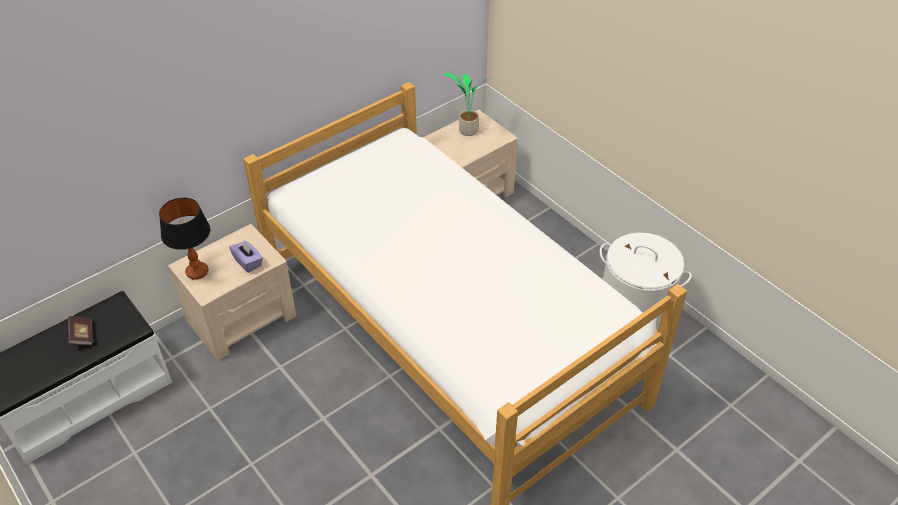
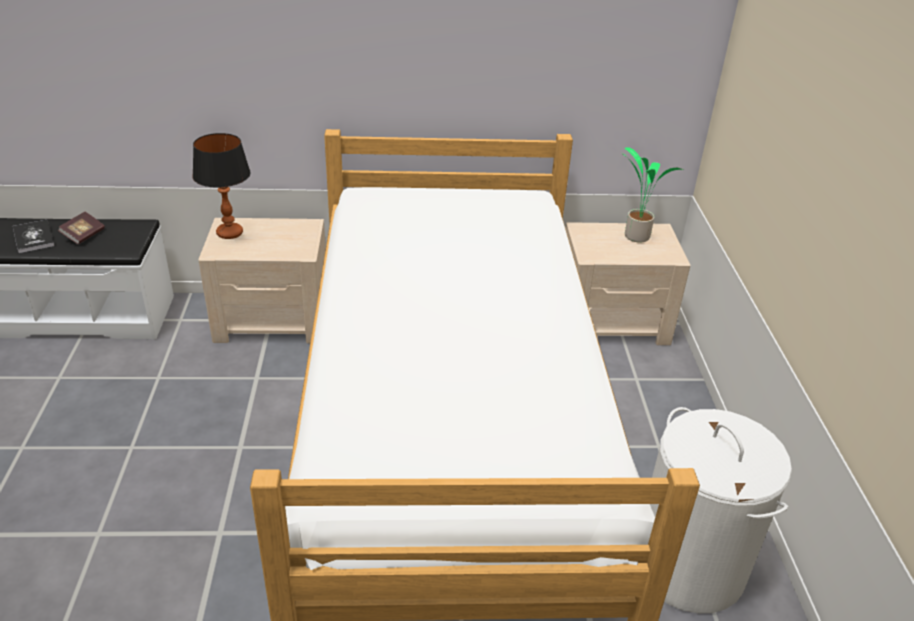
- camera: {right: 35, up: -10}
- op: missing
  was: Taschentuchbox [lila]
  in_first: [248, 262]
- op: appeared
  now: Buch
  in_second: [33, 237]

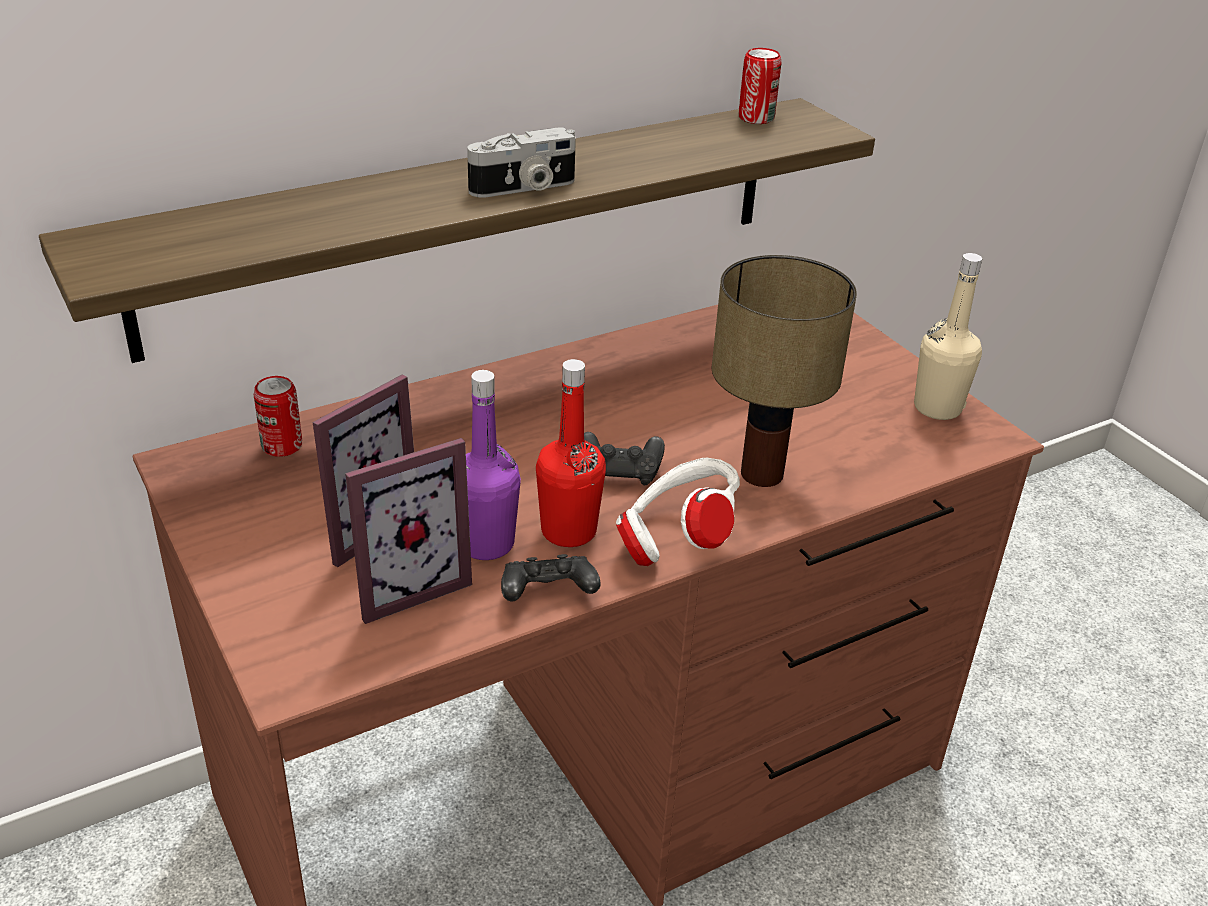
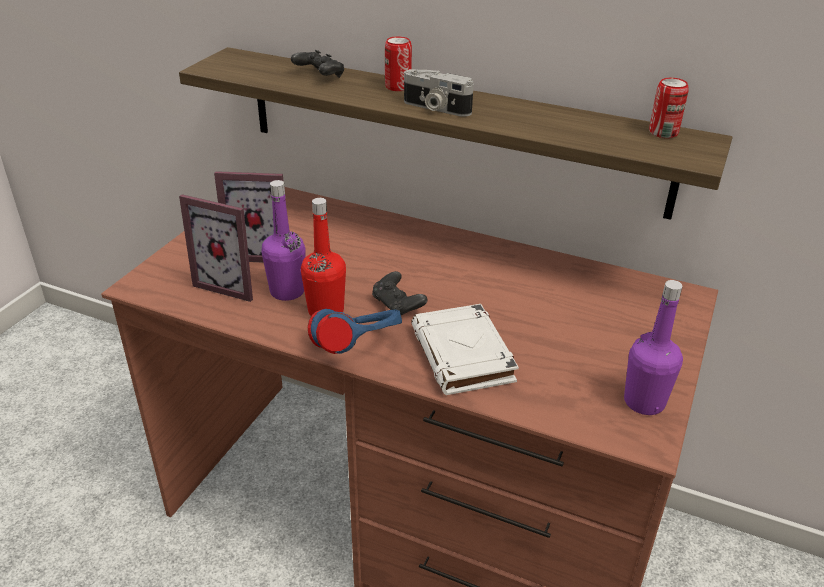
- camera: {right: 55, up: 0}
- op: relocated
  was: Dose
  in_first: [282, 446]
  in_second: [398, 87]
- op: relocated
  was: Gamepad [schwarz]
  in_first: [547, 595]
  in_second: [319, 76]
- op: exchanged
  was: Tischlampe
  now: Buch [weiß]
  in_first: [764, 473]
  in_second: [463, 356]
- op: colour
  was: Kopfhörer [weiß]
  now: Kopfhörer [blau]
  in_first: [677, 542]
  in_second: [357, 350]
- op: colour
  was: Flasche [beige]
  now: Flasche [lila]
  in_first: [937, 408]
  in_second: [644, 402]

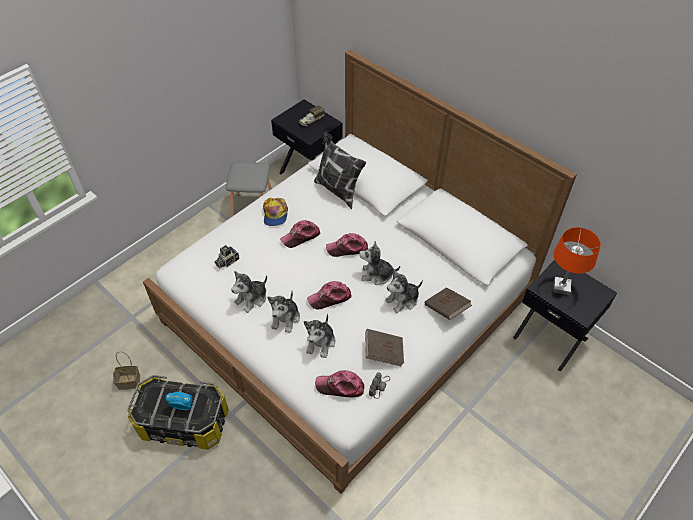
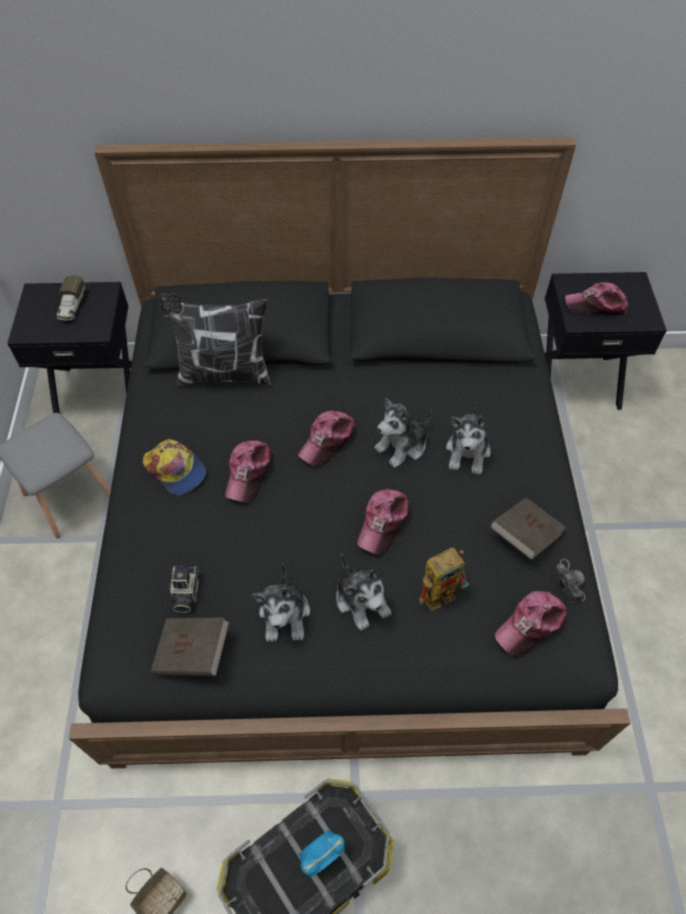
- camera: {right: -45, up: 5}
- op: relocated
  was: Buch [braun]
  in_first: [446, 309]
  in_second: [193, 653]
- op: exchanged
  was: Plüschtier
  now: Spielzeugroboter
  in_first: [321, 342]
  in_second: [442, 590]
- op: exchanged
  was: Tischlampe [orange]
  now: Kappe
  in_first: [561, 287]
  in_second: [596, 305]
- op: colour
  was: Bett [weiß]
  now: Bett [schwarz]
  in_first: [347, 309]
  in_second: [342, 527]

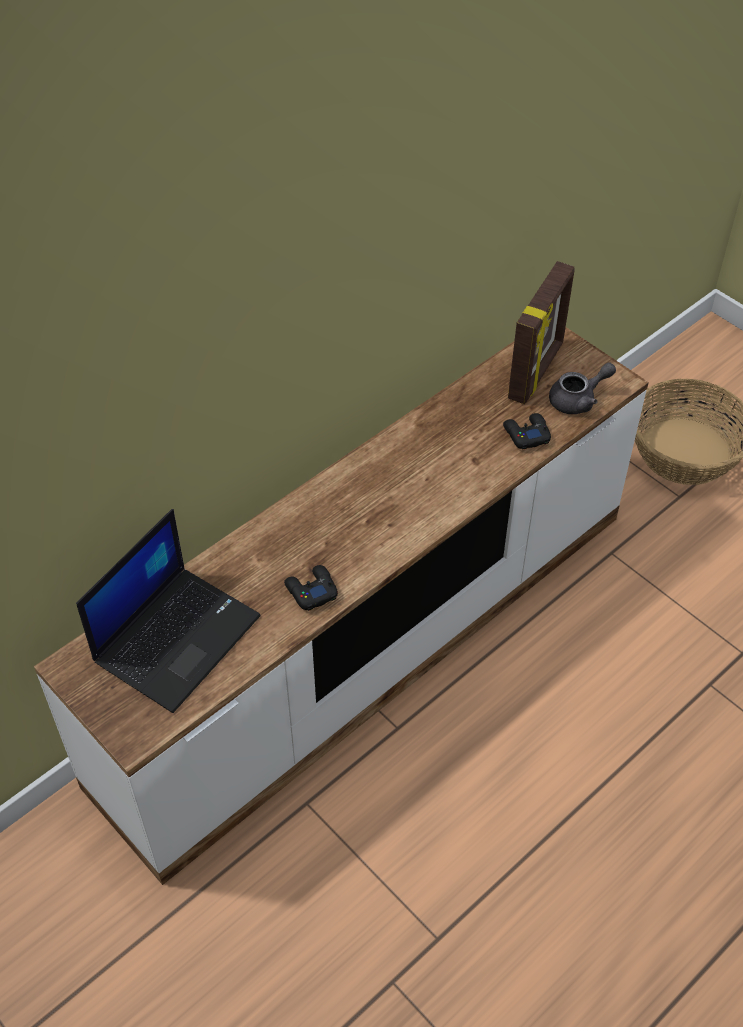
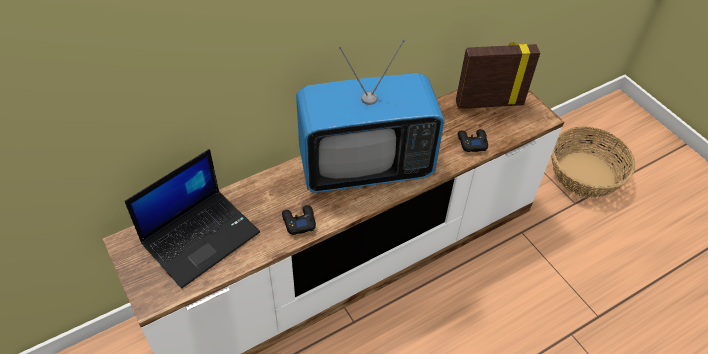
- camera: {right: 10, up: 0}
- op: missing
  was: Teekanne [grau]
  in_first: [578, 400]
- op: appeared
  now: Fernseher
  in_second: [365, 166]
- op: spun
  was: Bilderrahmen
  in_first: [537, 371]
  in_second: [489, 102]
  clockwise: -135

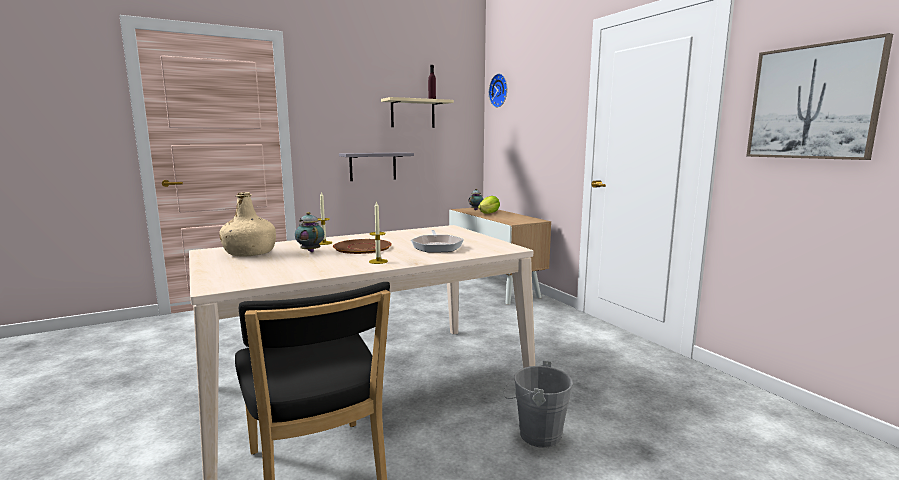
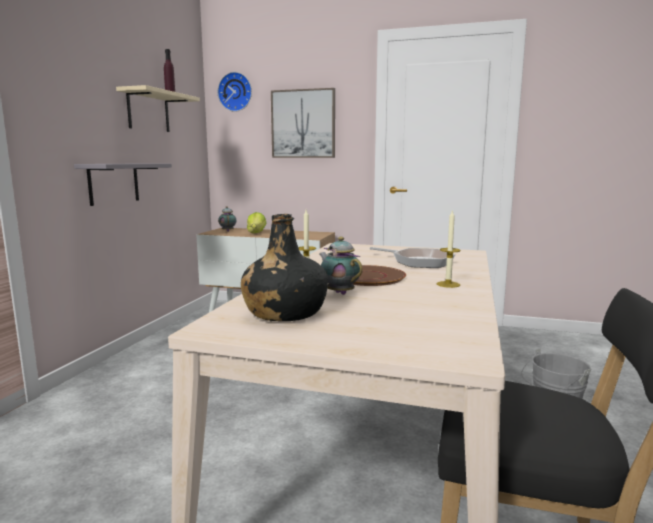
- camera: {right: -45, up: 0}
- op: relocated
  was: Bild
  in_first: [813, 102]
  in_second: [303, 124]
- op: colour
  was: Flasche [beige]
  now: Flasche [schwarz]
  in_first: [250, 253]
  in_second: [284, 313]
- op: spun
  was: Teekanne
  in_first: [310, 251]
  in_second: [339, 293]
  clockwise: 45

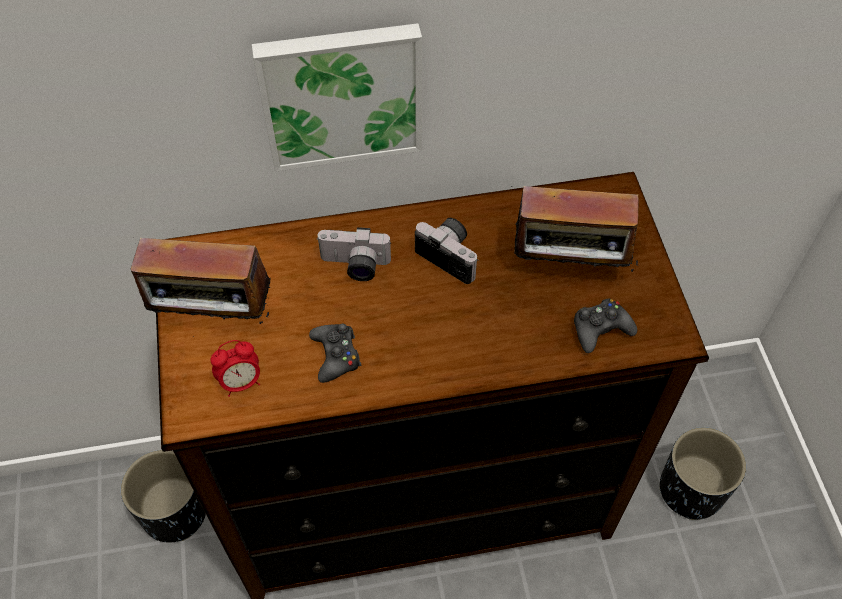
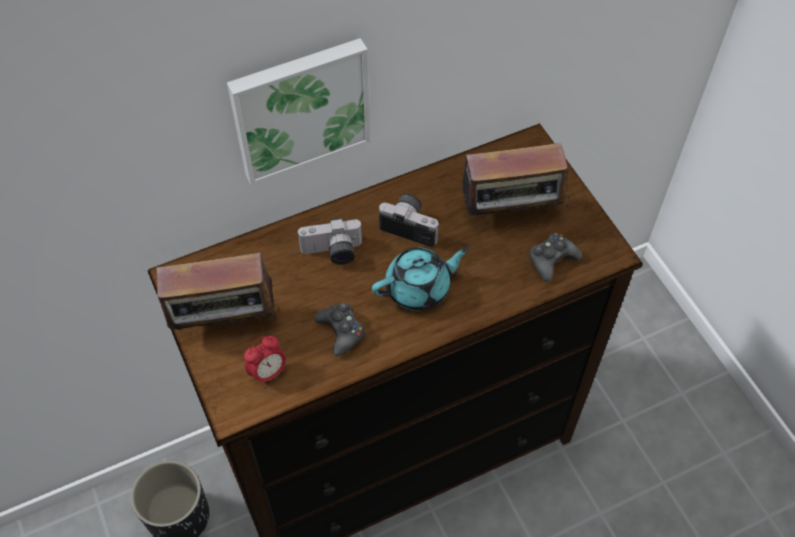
- camera: {right: -15, up: 0}
- op: missing
  was: Pflanzkübel [schwarz]
  in_first: [691, 490]
- op: appeared
  now: Teekanne [türkis]
  in_second: [419, 288]

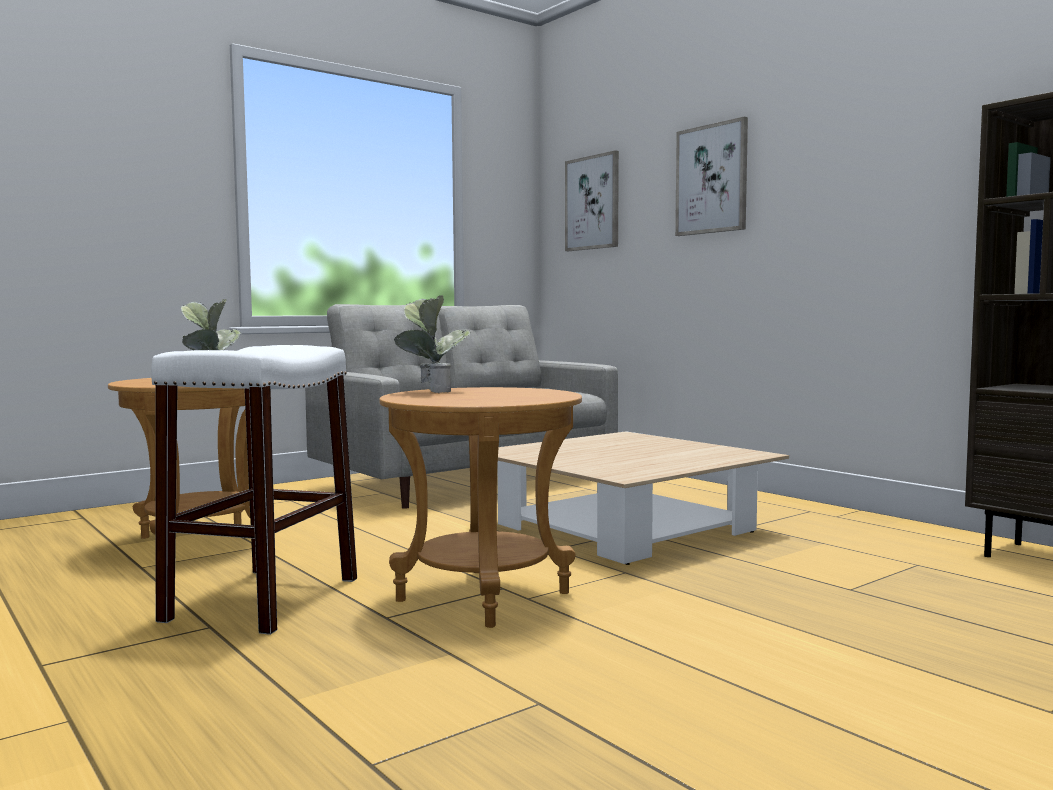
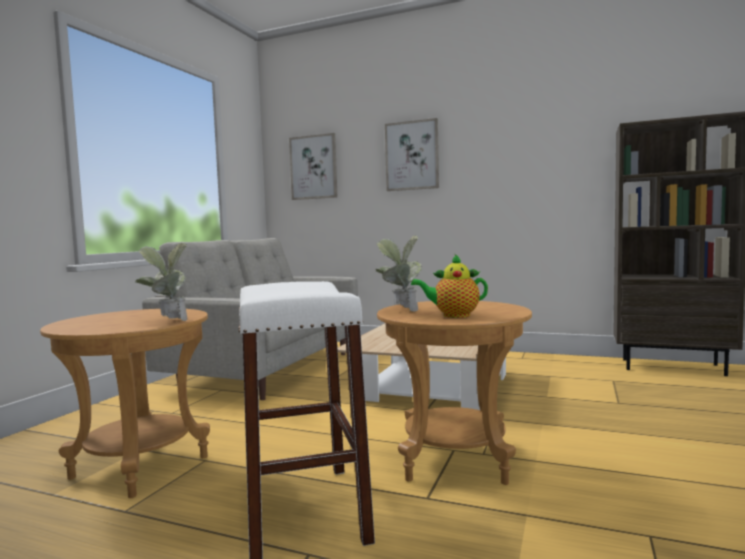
- camera: {right: -30, up: 0}
- op: appeared
  now: Teekanne
  in_second: [453, 315]

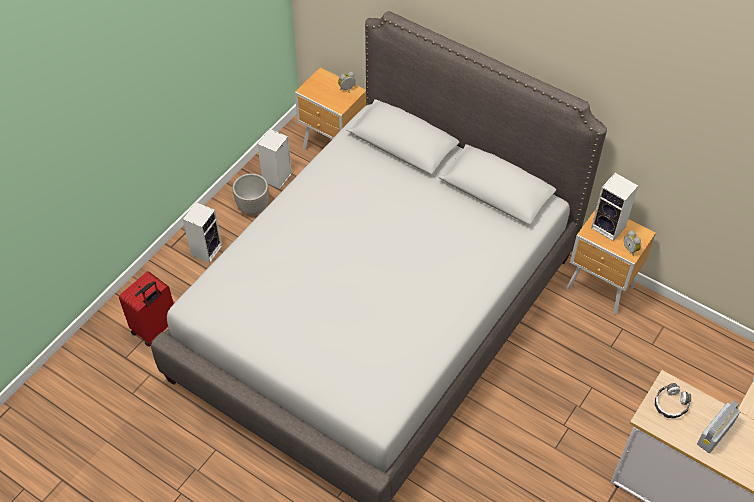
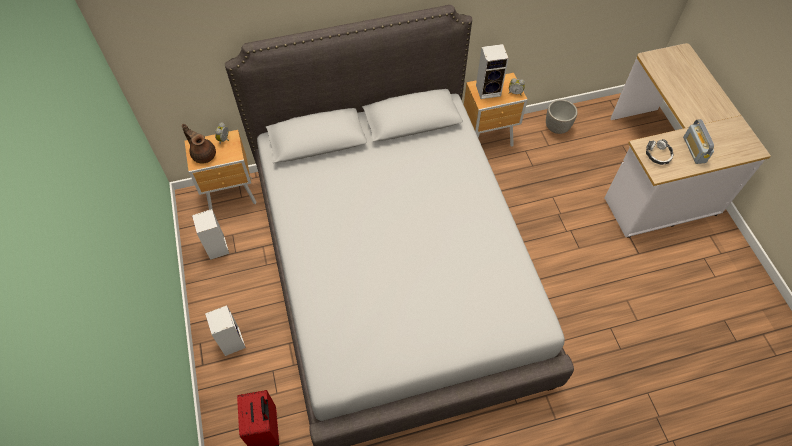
- camera: {right: -50, up: 5}
- op: appeared
  now: Teekanne [braun]
  in_second: [203, 154]
- op: relocated
  was: Pflanzkübel
  in_first: [253, 207]
  in_second: [557, 127]

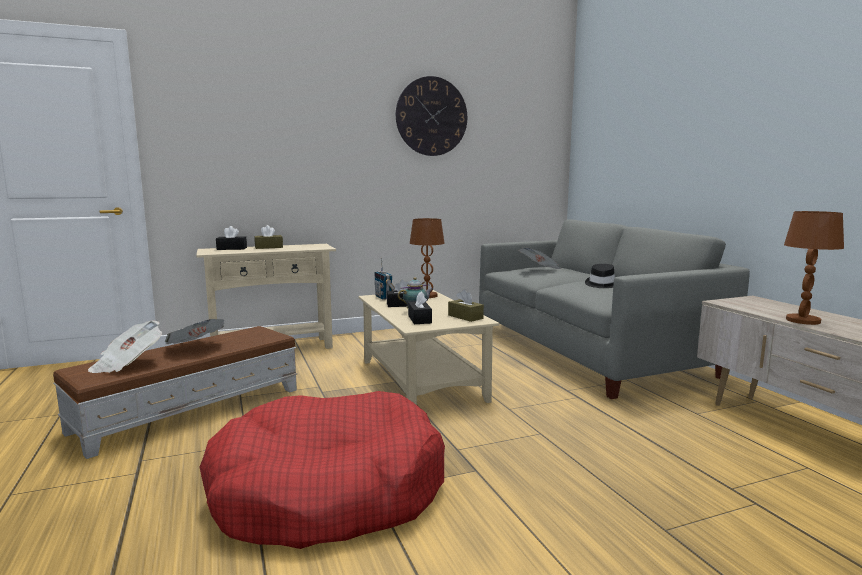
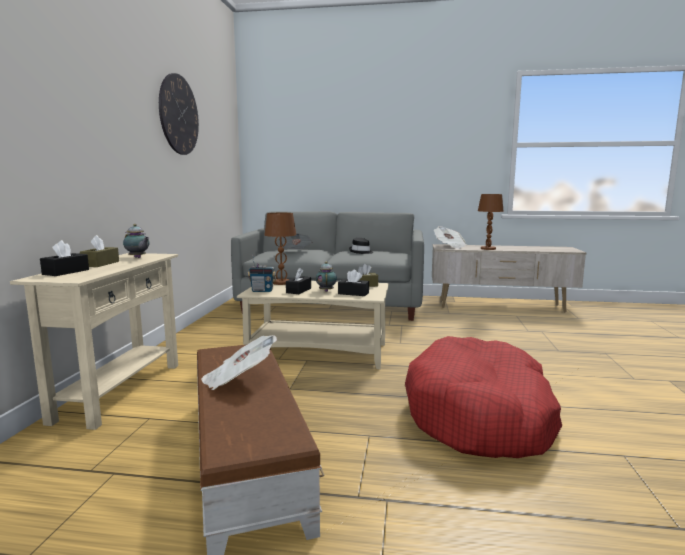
- camera: {right: -60, up: 0}
- op: appeared
  now: Teekanne
  in_second: [138, 257]
- op: relocated
  was: Zeitung
  in_first: [127, 364]
  in_second: [450, 246]

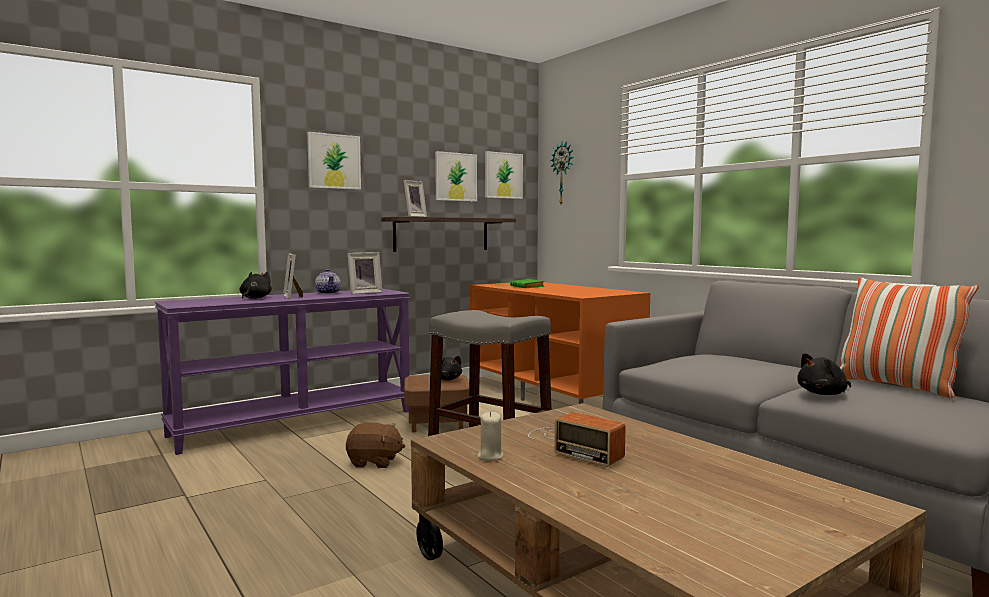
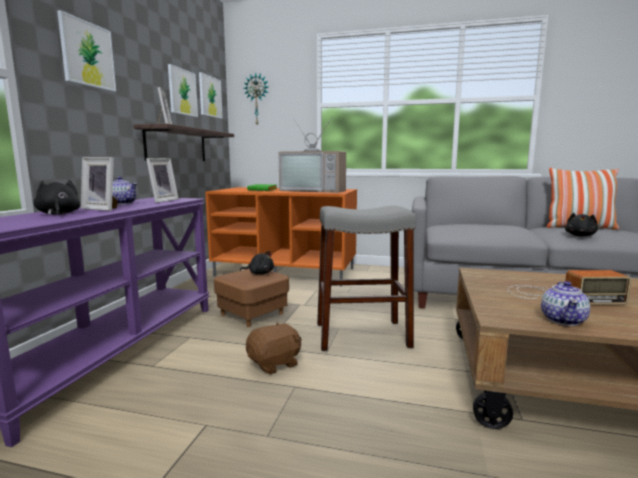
- camera: {right: -40, up: 5}
- op: appeared
  now: Fernseher
  in_second: [314, 190]
- op: exchanged
  was: Kerze [beige]
  now: Teekanne
  in_first: [490, 456]
  in_second: [563, 320]

